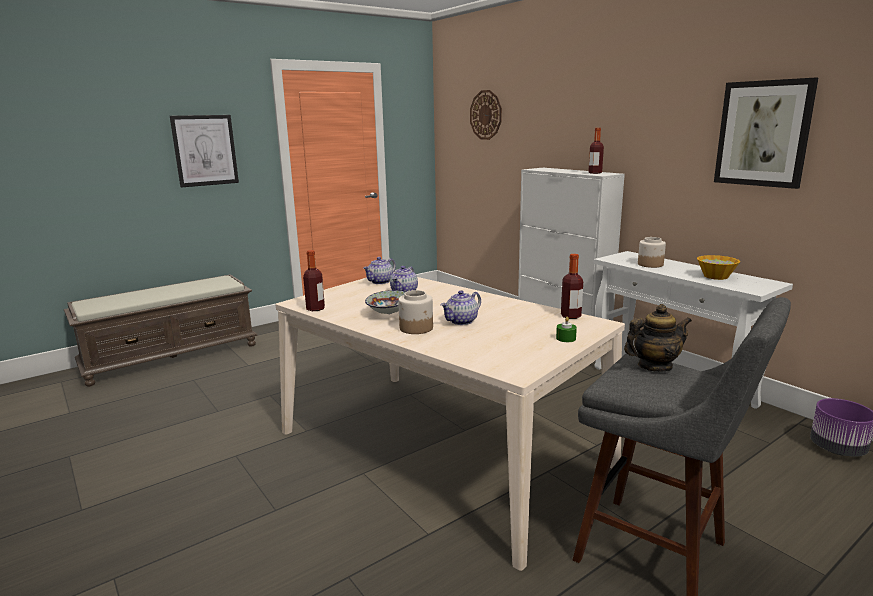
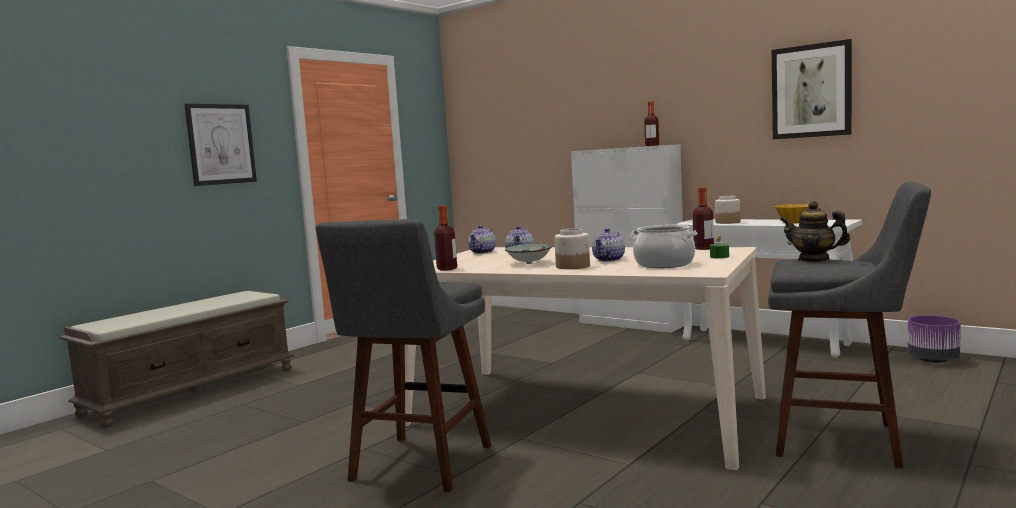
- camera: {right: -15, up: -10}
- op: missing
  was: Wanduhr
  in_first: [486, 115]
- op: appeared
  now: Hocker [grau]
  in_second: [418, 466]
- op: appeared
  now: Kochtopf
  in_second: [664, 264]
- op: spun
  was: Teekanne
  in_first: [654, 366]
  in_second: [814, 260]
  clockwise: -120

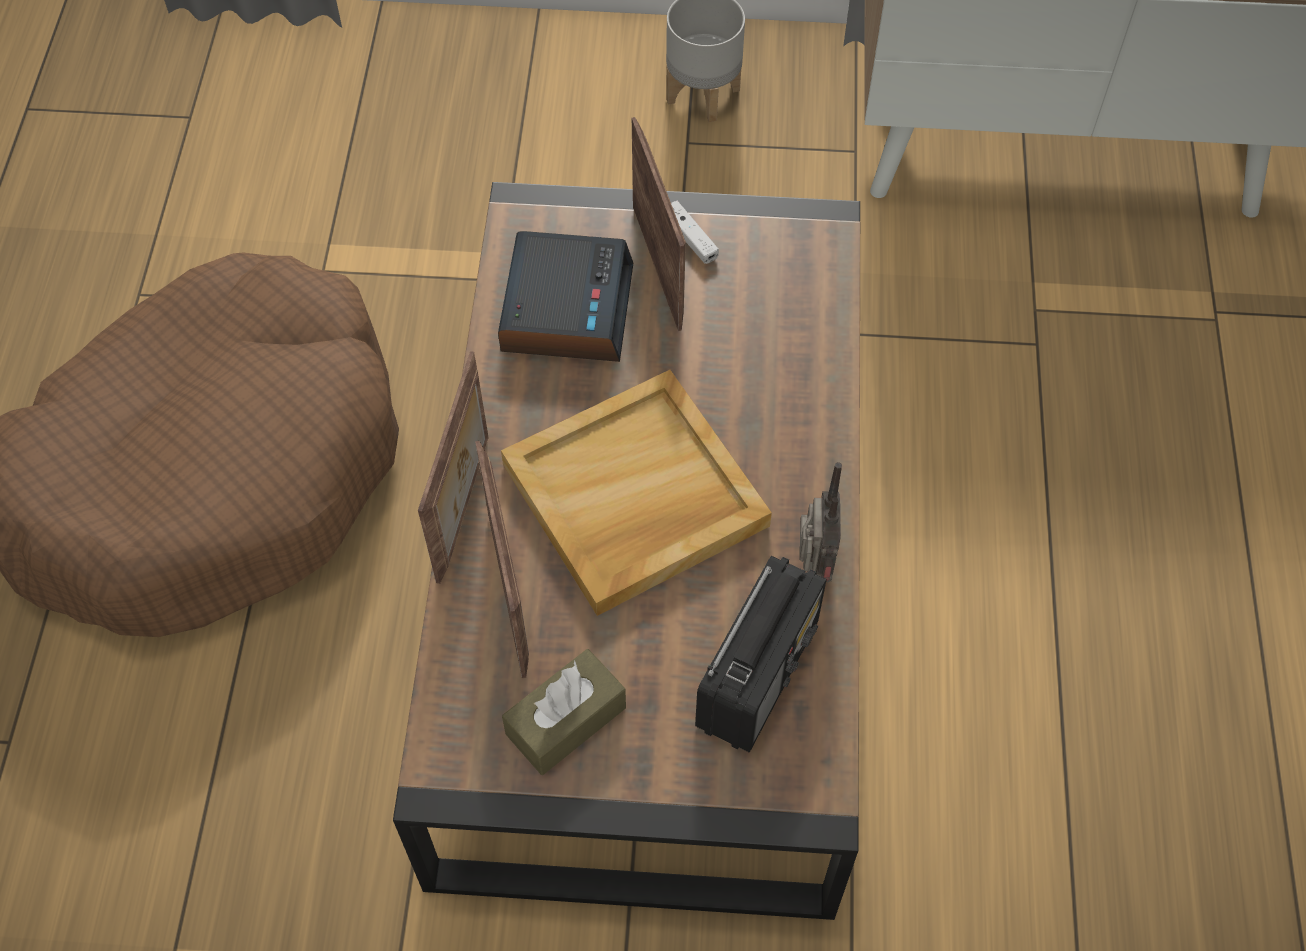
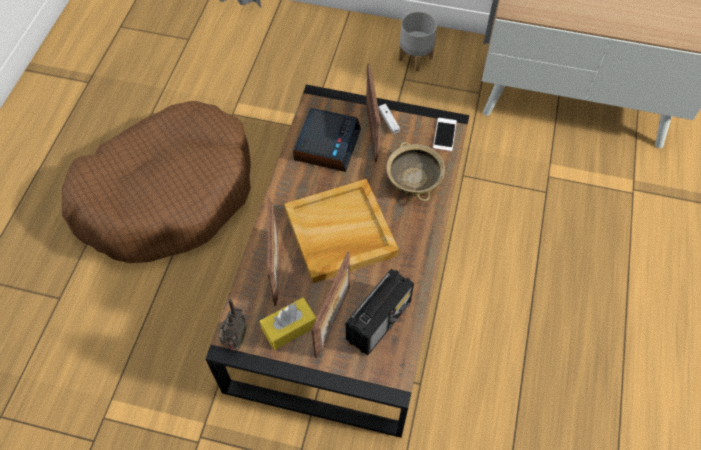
- camera: {right: 10, up: 0}
- op: appeared
  now: Schüssel [beige]
  in_second: [414, 181]
- op: appeared
  now: Handy
  in_second: [444, 135]
- op: relocated
  was: Bilderrahmen
  in_first: [465, 506]
  in_second: [334, 320]
- op: relocated
  was: Radio
  in_first: [813, 567]
  in_second: [235, 340]
- op: colour
  was: Taschentuchbox [braun]
  now: Taschentuchbox [gelb]
  in_first: [566, 721]
  in_second: [289, 327]

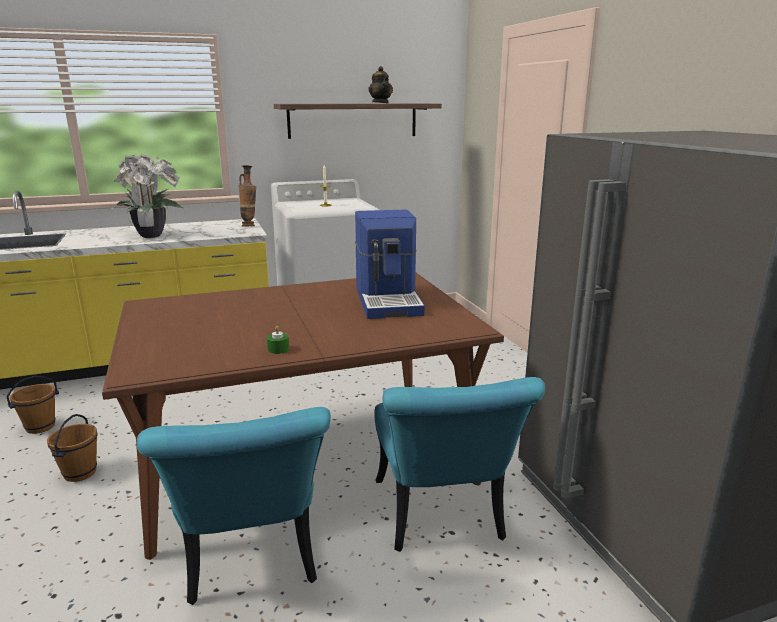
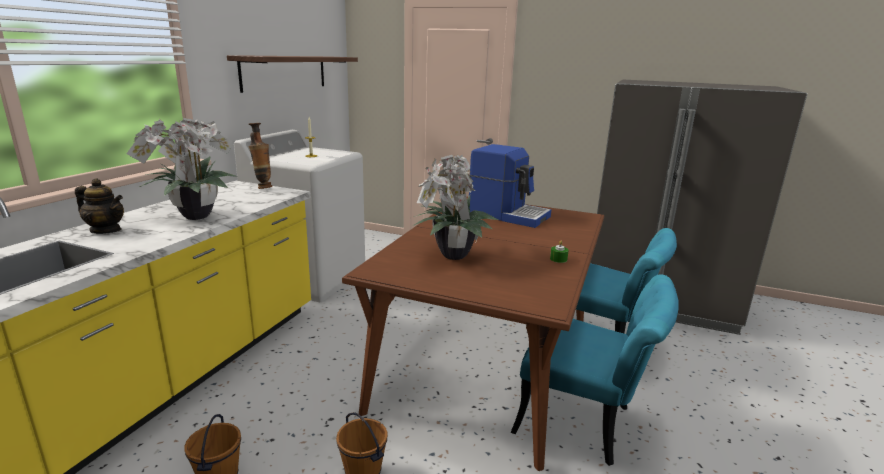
- camera: {right: -50, up: 0}
- op: appeared
  now: Topfpflanze
  in_second: [451, 256]
- op: relocated
  was: Teekanne
  in_first: [380, 103]
  in_second: [106, 230]

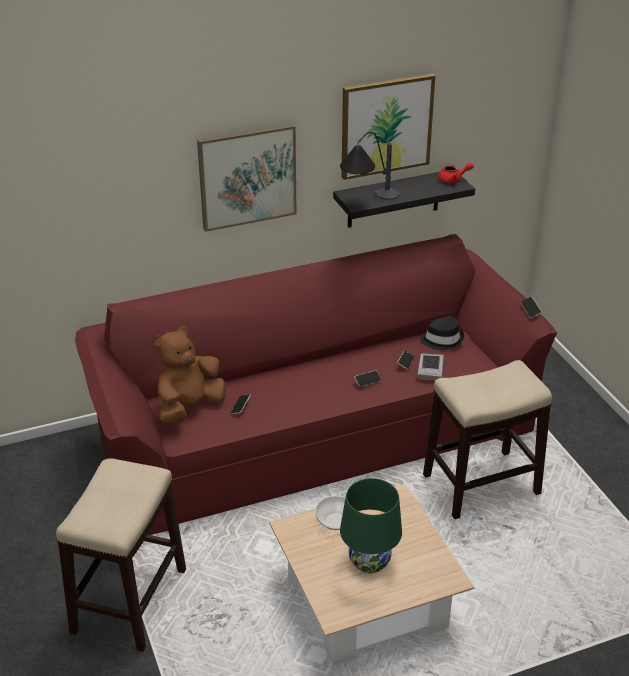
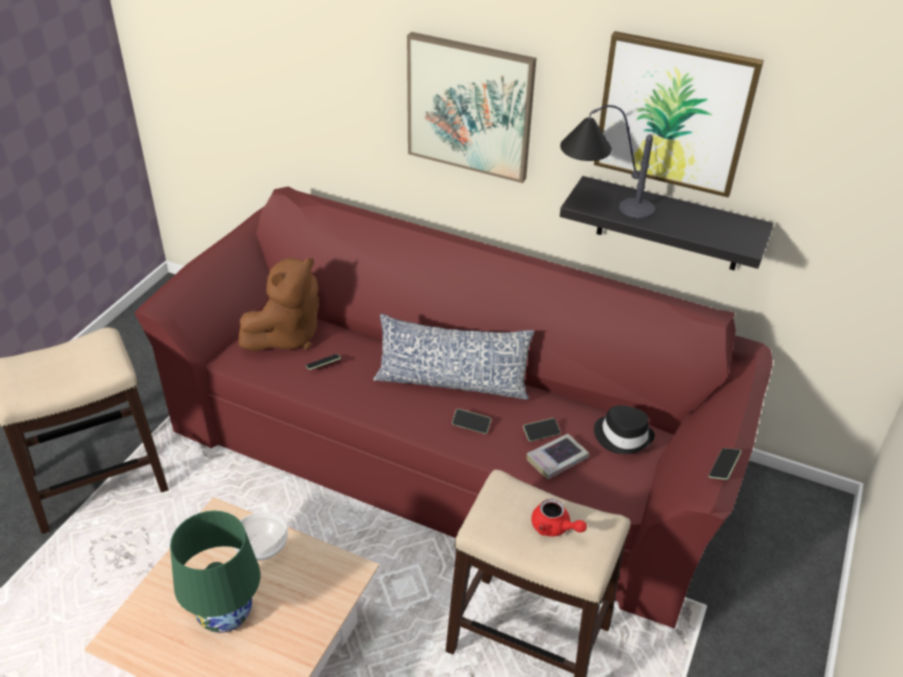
- camera: {right: 45, up: 5}
- op: appeared
  now: Kissen
  in_second: [451, 382]
- op: relocated
  was: Teekanne [rot]
  in_first: [453, 180]
  in_second: [554, 528]
- op: spun
  was: Plüschtier [braun]
  in_first: [189, 408]
  in_second: [287, 336]
  clockwise: 135

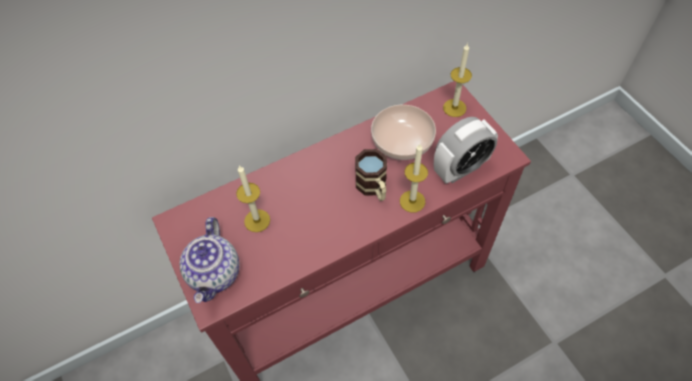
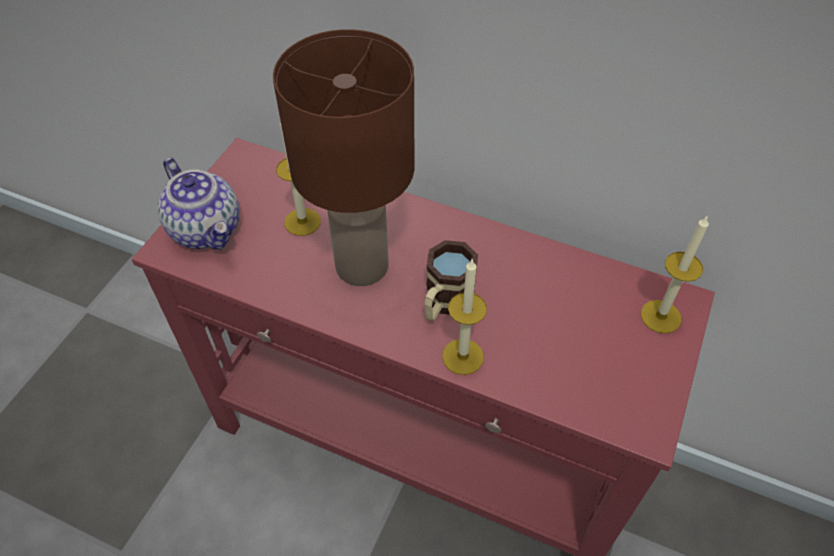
- camera: {right: 50, up: -5}
- op: missing
  was: Schüssel
  in_first: [402, 142]
- op: missing
  was: Wecker
  in_first: [460, 169]
- op: appeared
  now: Tischlampe [braun]
  in_second: [360, 266]
- op: spun
  was: Teekanne
  in_first: [215, 274]
  in_second: [207, 229]
  clockwise: -90

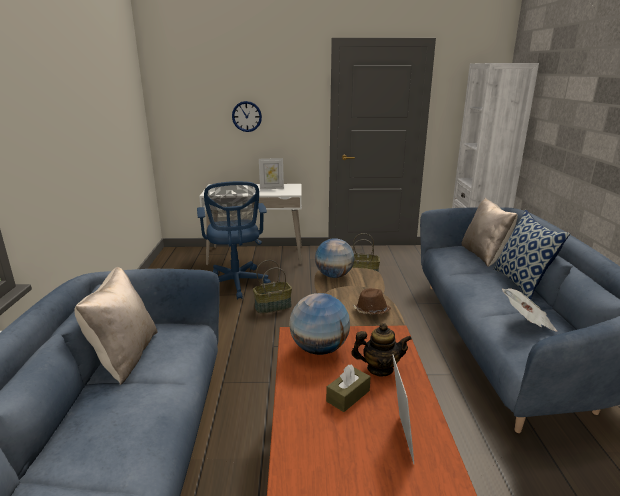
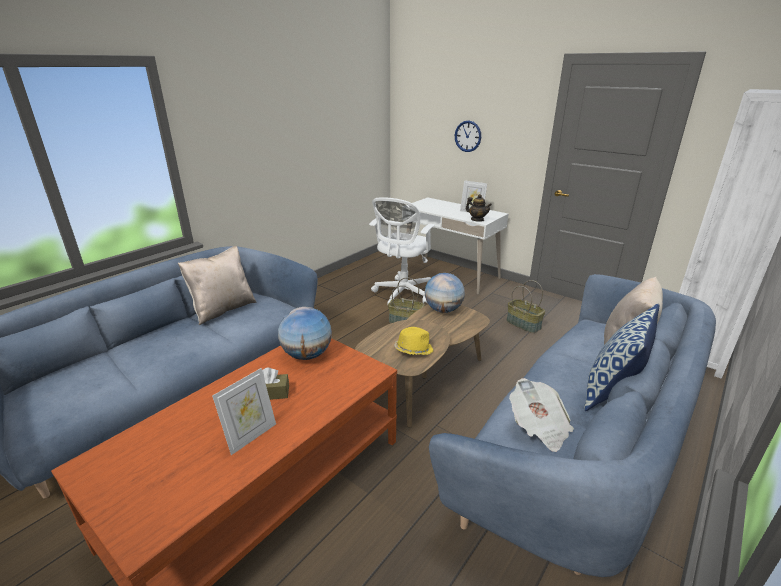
- camera: {right: 40, up: 5}
- op: relocated
  was: Teekanne
  in_first: [380, 369]
  in_second: [477, 220]
- op: colour
  was: Bürostuhl [blau]
  now: Bürostuhl [weiß]
  in_first: [236, 285]
  in_second: [402, 293]
- op: colour
  was: Hut [braun]
  now: Hut [gelb]
  in_first: [371, 311]
  in_second: [413, 350]

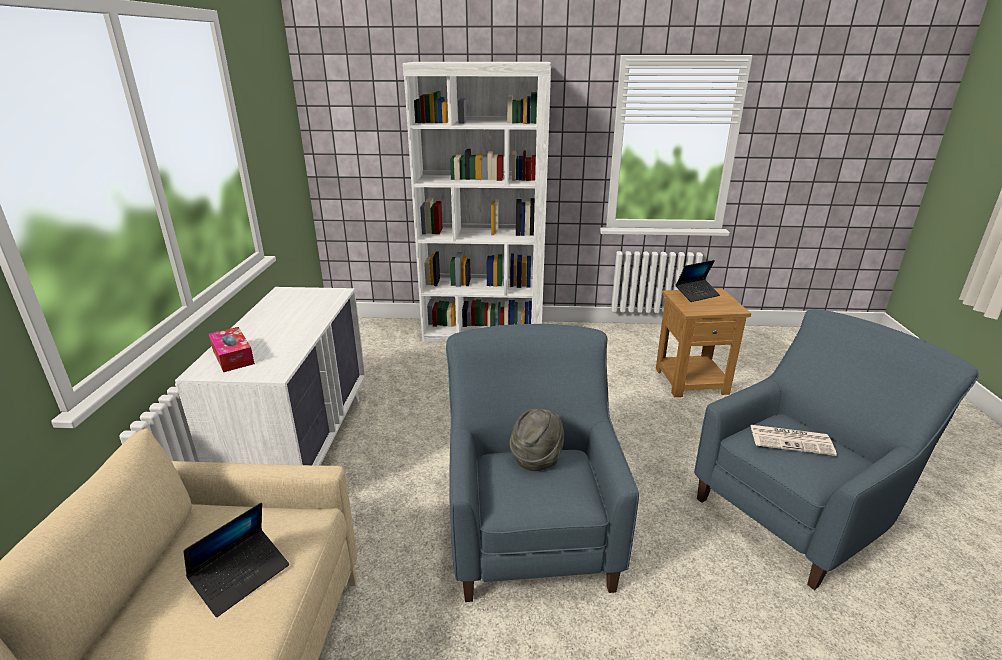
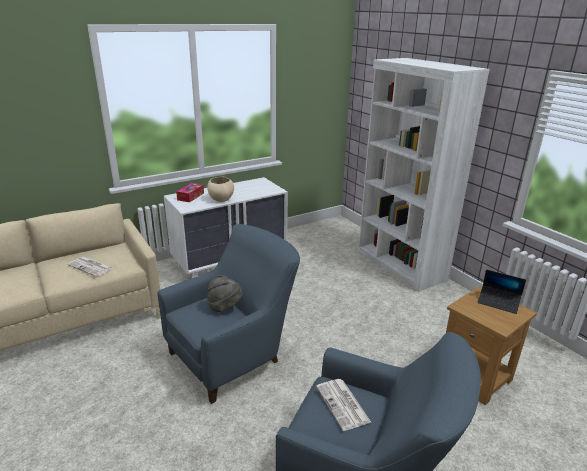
- camera: {right: 55, up: 0}
- op: appeared
  now: Schüssel [beige]
  in_second: [221, 199]
- op: exchanged
  was: Laptop
  now: Zeitung
  in_first: [241, 576]
  in_second: [91, 267]

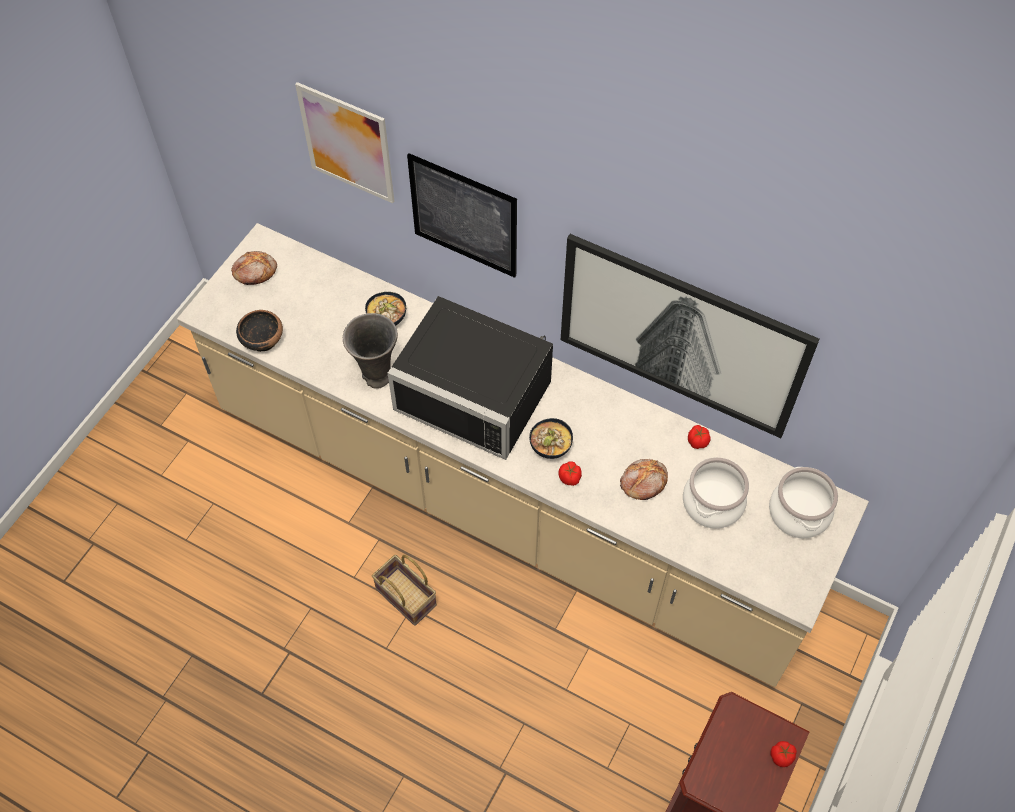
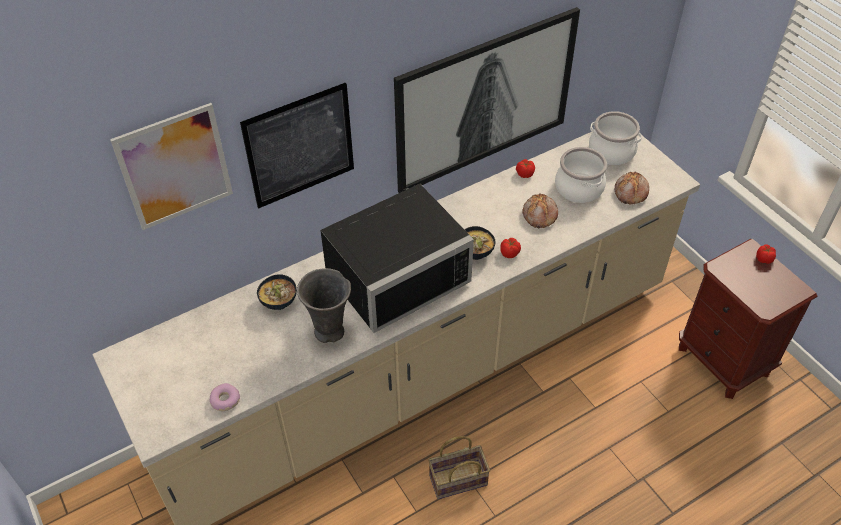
- camera: {right: -60, up: -10}
- op: relocated
  was: Brot
  in_first: [254, 271]
  in_second: [630, 193]
- op: exchanged
  was: Schüssel
  now: Donut
  in_first: [262, 339]
  in_second: [225, 400]

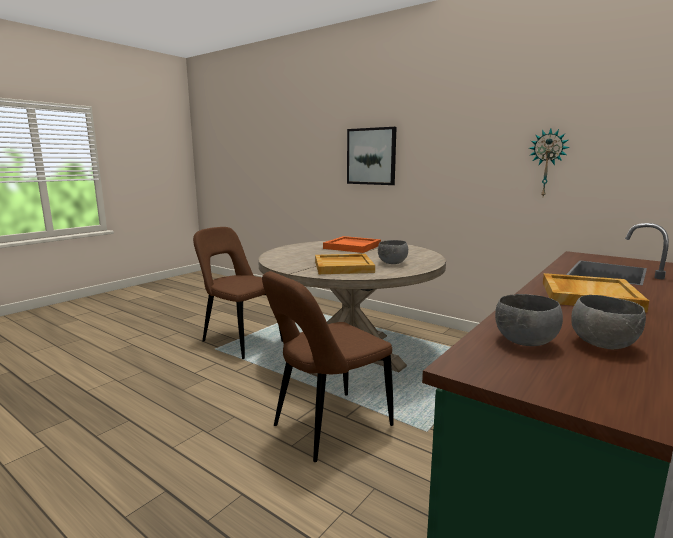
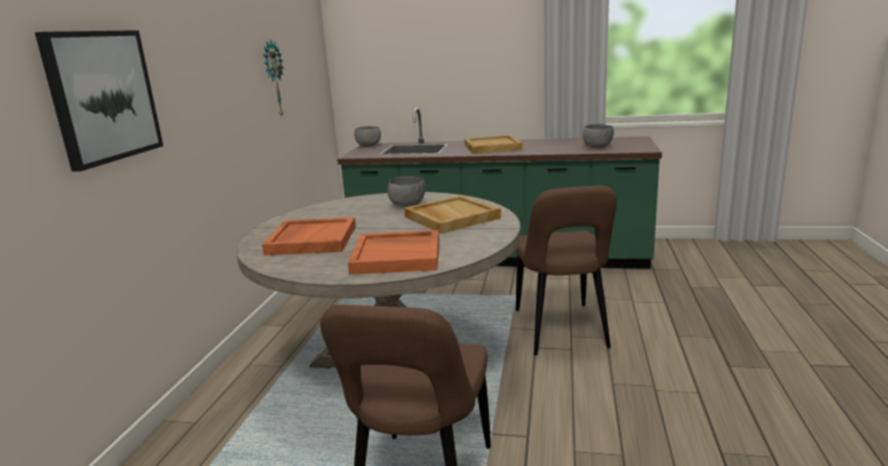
- camera: {right: -115, up: 5}
- op: appeared
  now: Tablett [orange]
  in_second: [398, 256]
- op: relocated
  was: Schüssel [grau]
  in_first: [604, 345]
  in_second: [368, 146]
- op: spun
  was: Stuhl [braun]
  in_first: [327, 427]
  in_second: [562, 331]
  clockwise: 60

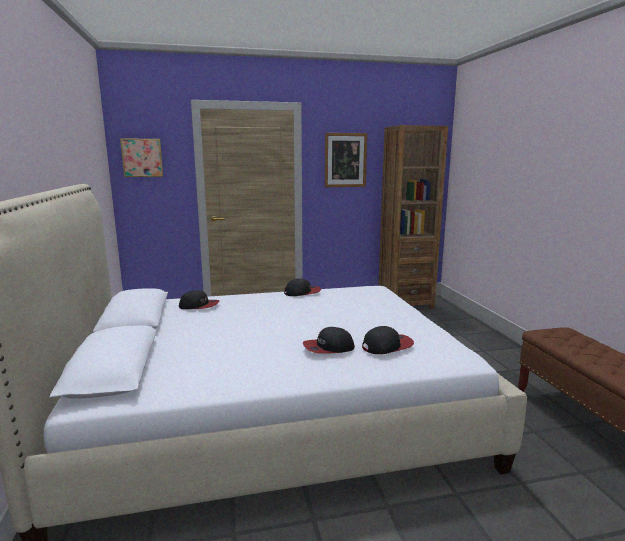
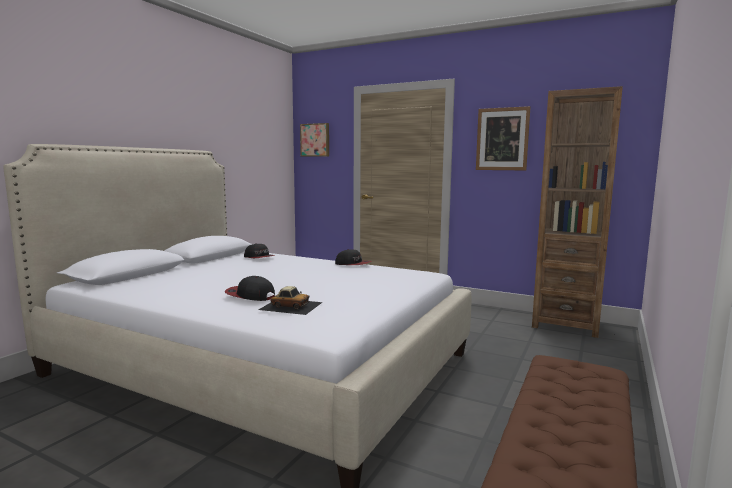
- camera: {right: 40, up: -5}
- op: exchanged
  was: Kappe
  now: Spielzeugauto
  in_first: [387, 346]
  in_second: [291, 305]

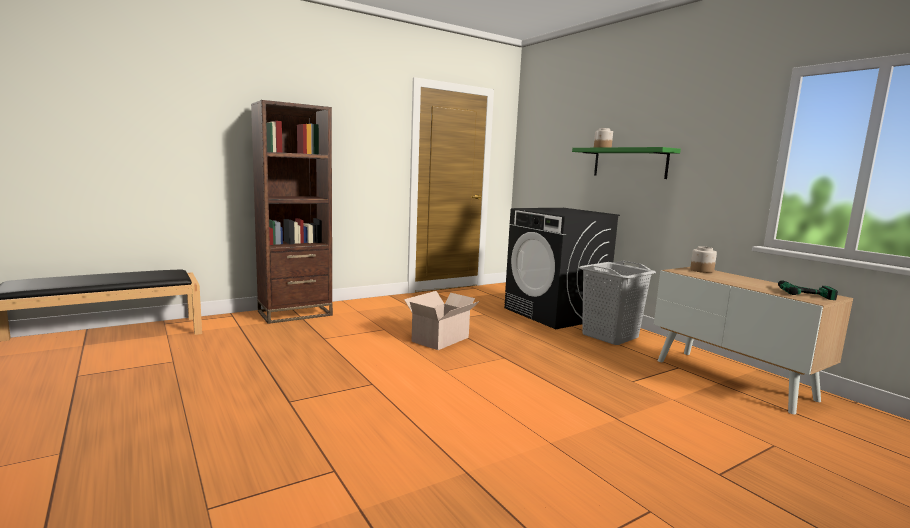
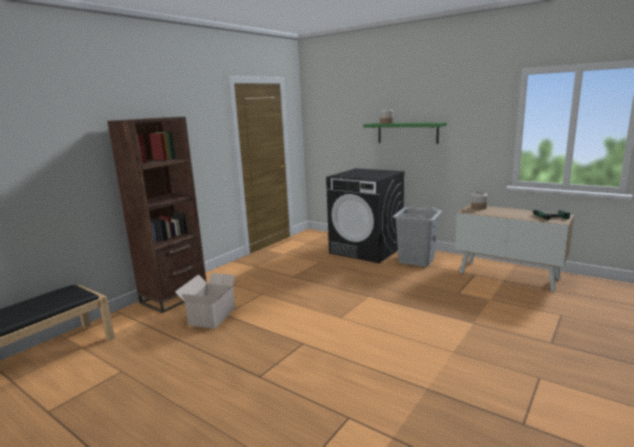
- camera: {right: -20, up: 5}
- op: relocated
  was: Karton
  in_first: [442, 339]
  in_second: [213, 316]

